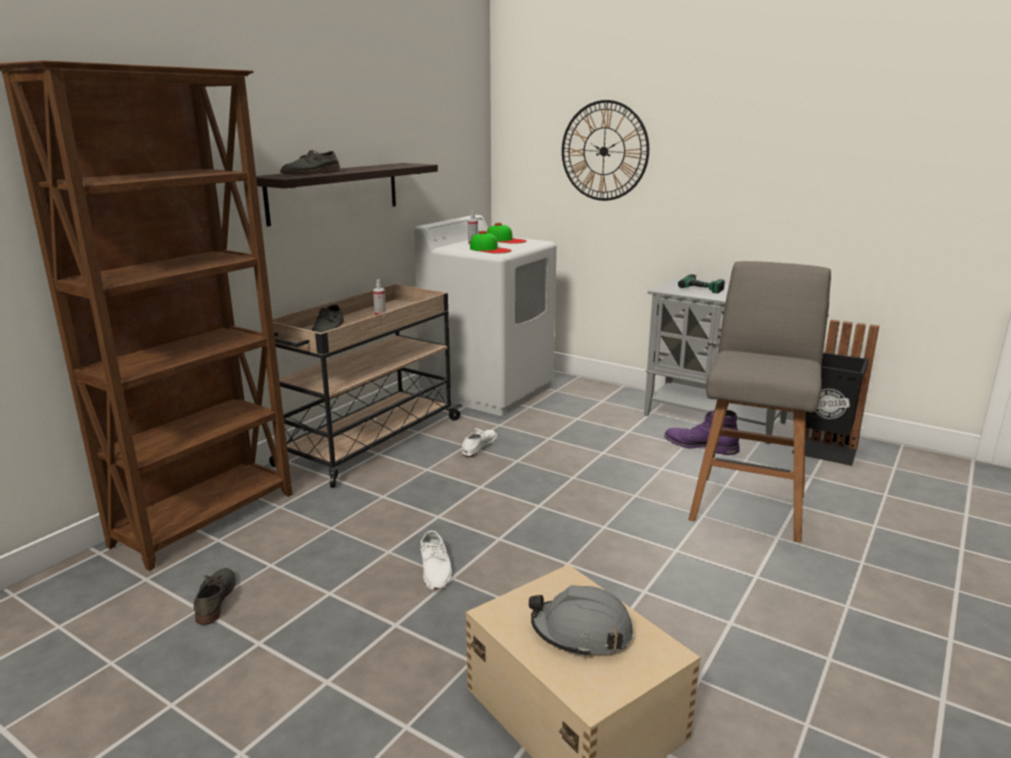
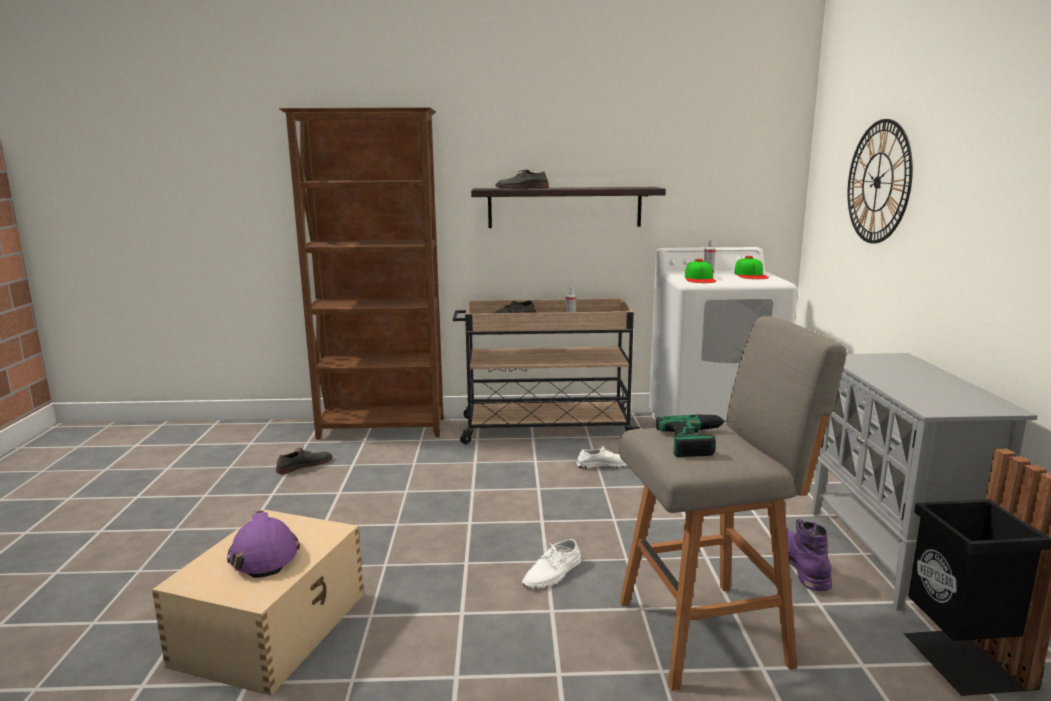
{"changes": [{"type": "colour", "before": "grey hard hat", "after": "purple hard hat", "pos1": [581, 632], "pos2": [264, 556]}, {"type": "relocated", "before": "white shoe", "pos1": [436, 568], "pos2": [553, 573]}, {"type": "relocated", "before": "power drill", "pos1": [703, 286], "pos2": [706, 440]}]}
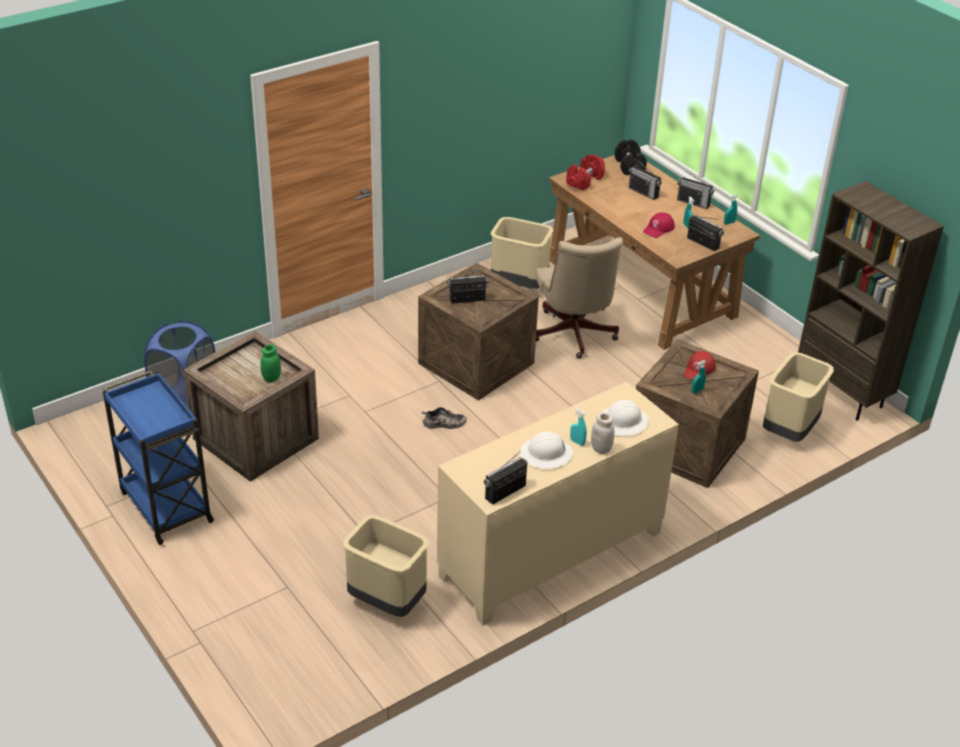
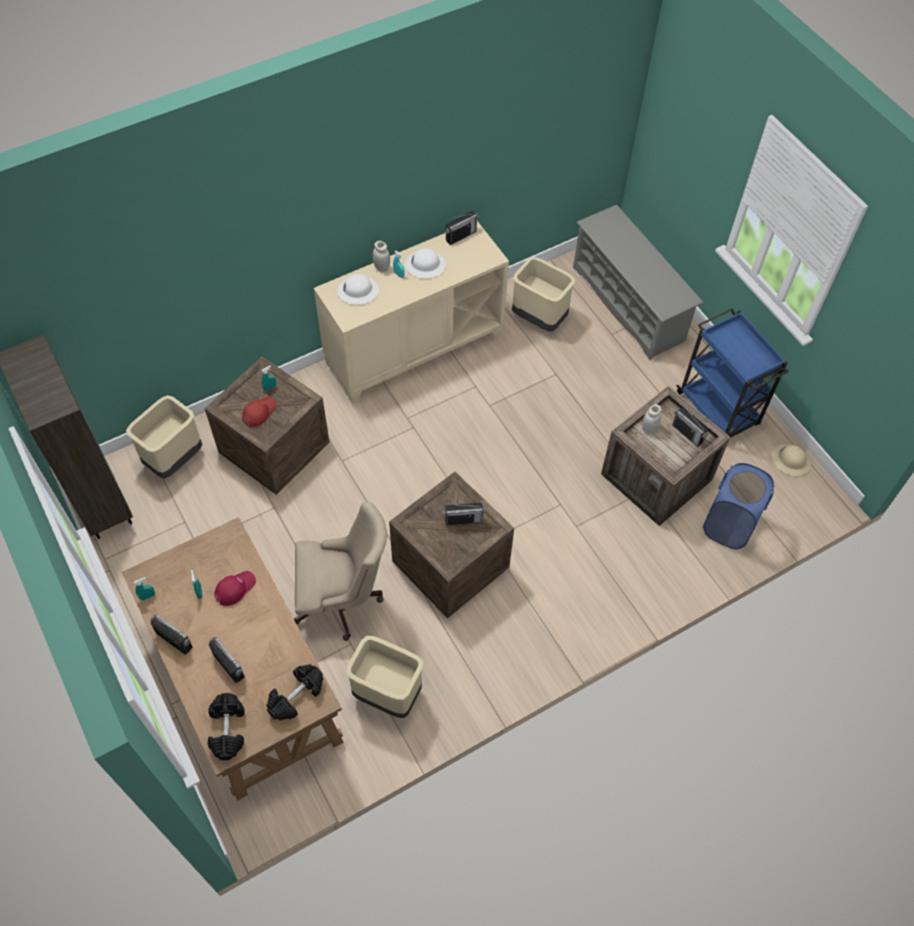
{"changes": [{"type": "colour", "before": "red dumbbell", "after": "black dumbbell", "pos1": [584, 180], "pos2": [296, 696]}, {"type": "spun", "before": "beige office chair", "pos1": [574, 336], "pos2": [343, 600], "turn": 90}, {"type": "appeared", "after": "grey shoe rack", "pos2": [628, 304]}, {"type": "colour", "before": "green jar", "after": "white jar", "pos1": [271, 378], "pos2": [649, 428]}, {"type": "relocated", "before": "radio", "pos1": [702, 243], "pos2": [687, 433]}, {"type": "appeared", "after": "beige hard hat", "pos2": [790, 460]}, {"type": "missing", "before": "shoe", "pos1": [444, 424]}]}
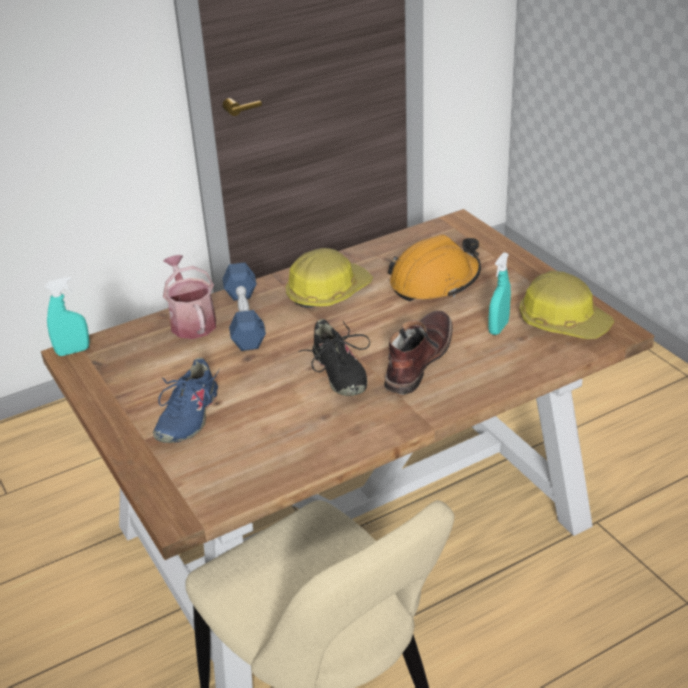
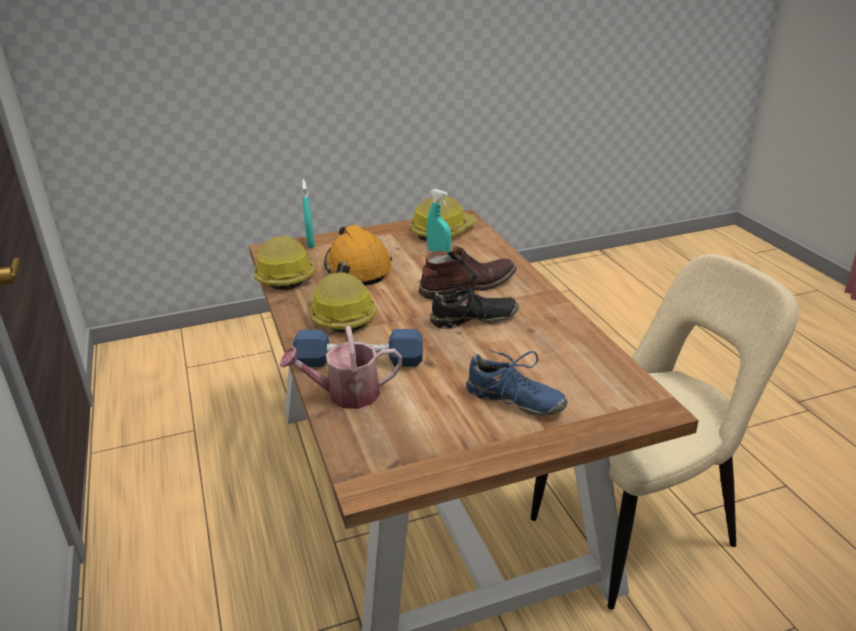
{"changes": [{"type": "appeared", "after": "hard hat", "pos2": [283, 275]}, {"type": "relocated", "before": "turquoise spray bottle", "pos1": [73, 351], "pos2": [310, 243]}, {"type": "spun", "before": "brown boot", "pos1": [417, 360], "pos2": [467, 286], "turn": 120}]}
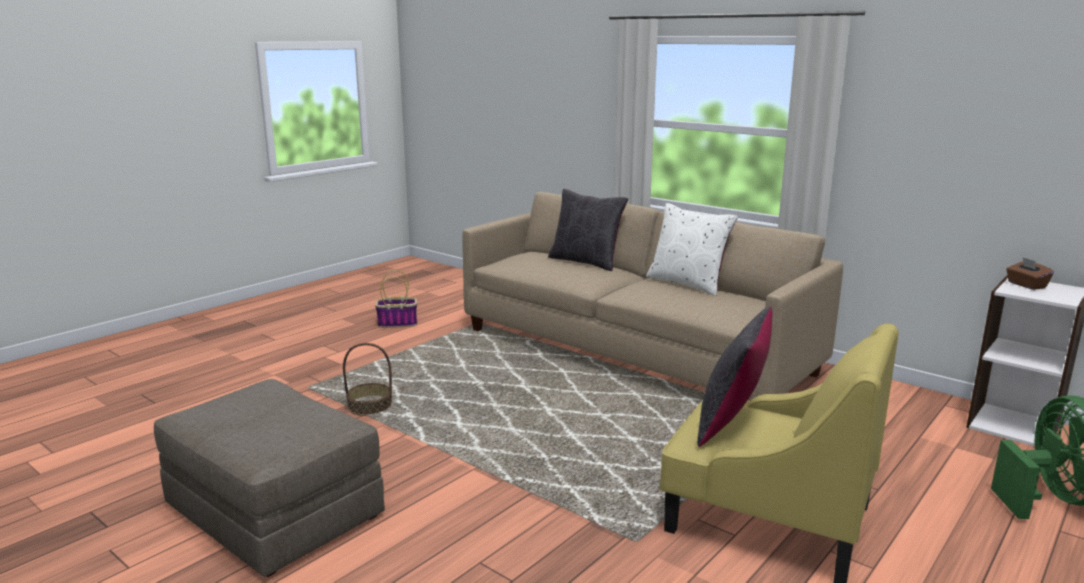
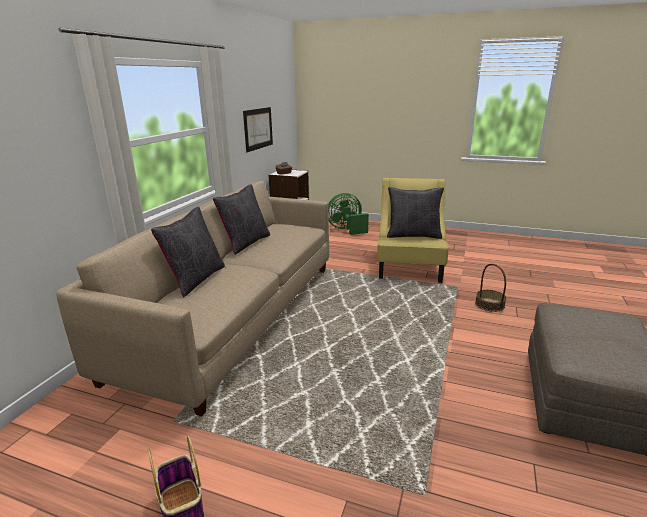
{"changes": [{"type": "colour", "before": "white pillow", "after": "black pillow", "pos1": [687, 283], "pos2": [245, 243]}, {"type": "appeared", "after": "picture", "pos2": [258, 128]}, {"type": "relocated", "before": "basket", "pos1": [369, 406], "pos2": [489, 304]}]}
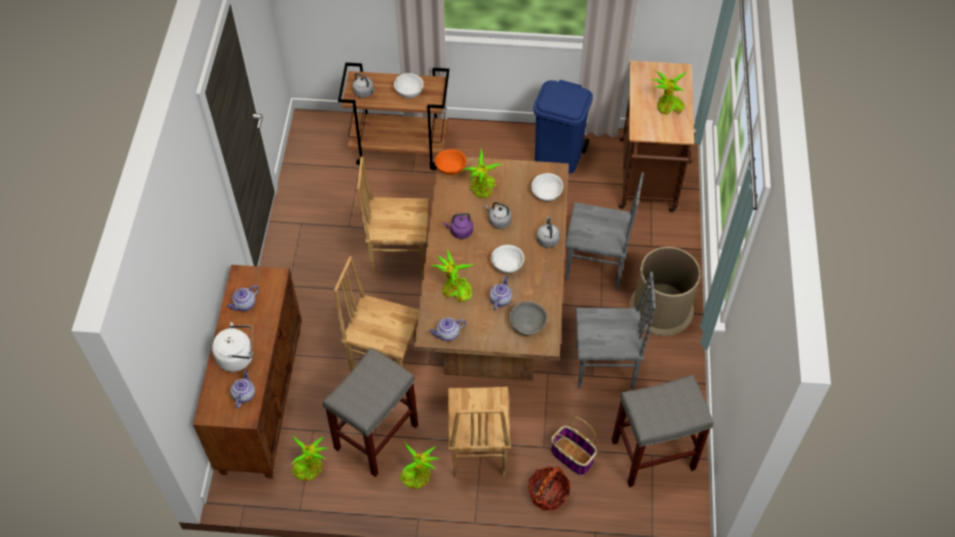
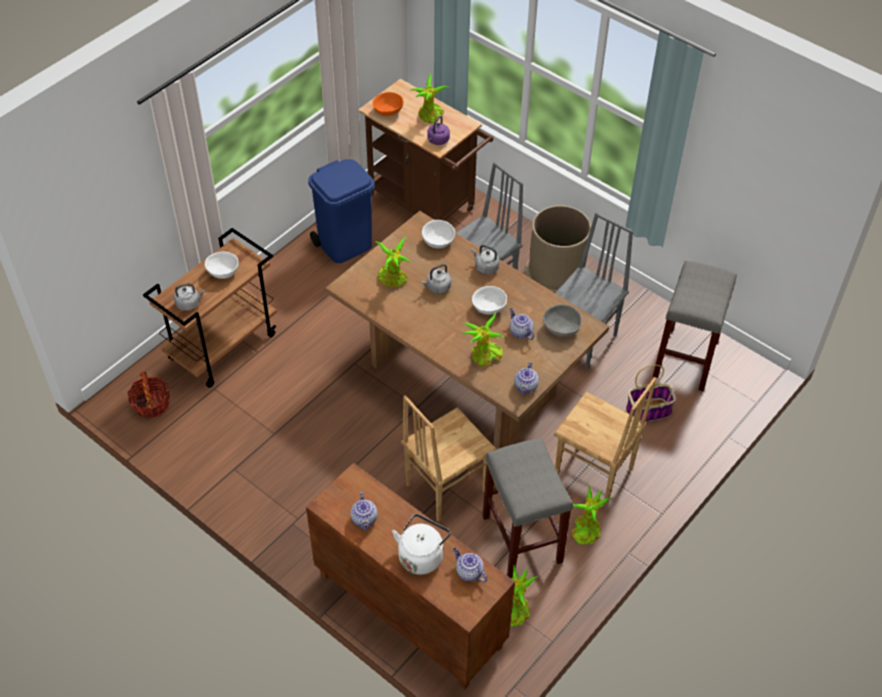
{"changes": [{"type": "relocated", "before": "basket", "pos1": [548, 494], "pos2": [151, 404]}, {"type": "relocated", "before": "orange bowl", "pos1": [451, 168], "pos2": [388, 111]}, {"type": "relocated", "before": "purple kettle", "pos1": [460, 231], "pos2": [437, 141]}, {"type": "missing", "before": "brown chair", "pos1": [399, 256]}]}
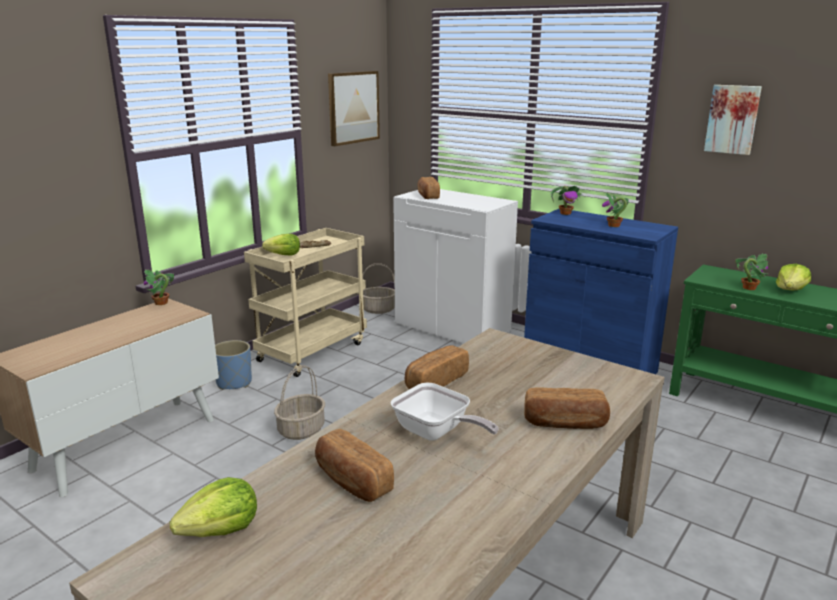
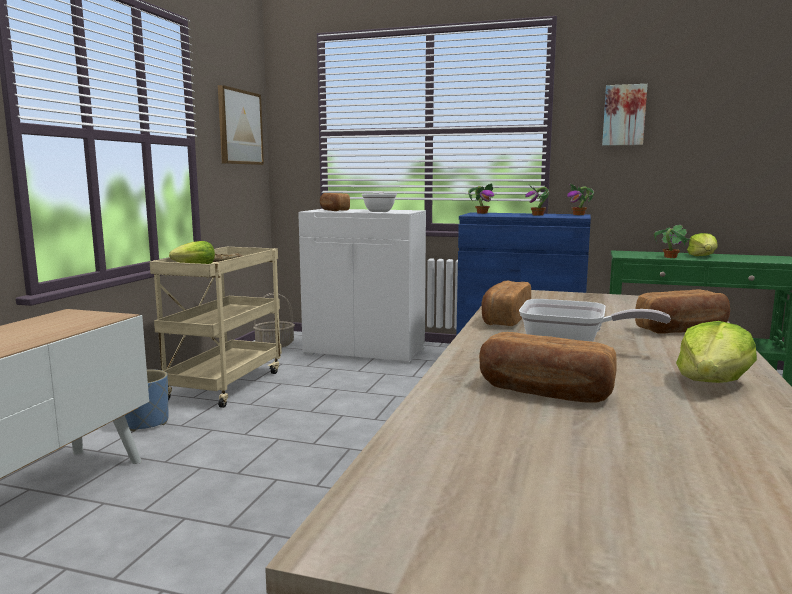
{"changes": [{"type": "appeared", "after": "frying pan", "pos2": [380, 211]}, {"type": "relocated", "before": "potted plant", "pos1": [161, 303], "pos2": [579, 214]}, {"type": "relocated", "before": "lettuce", "pos1": [221, 530], "pos2": [712, 383]}, {"type": "missing", "before": "basket", "pos1": [301, 429]}]}
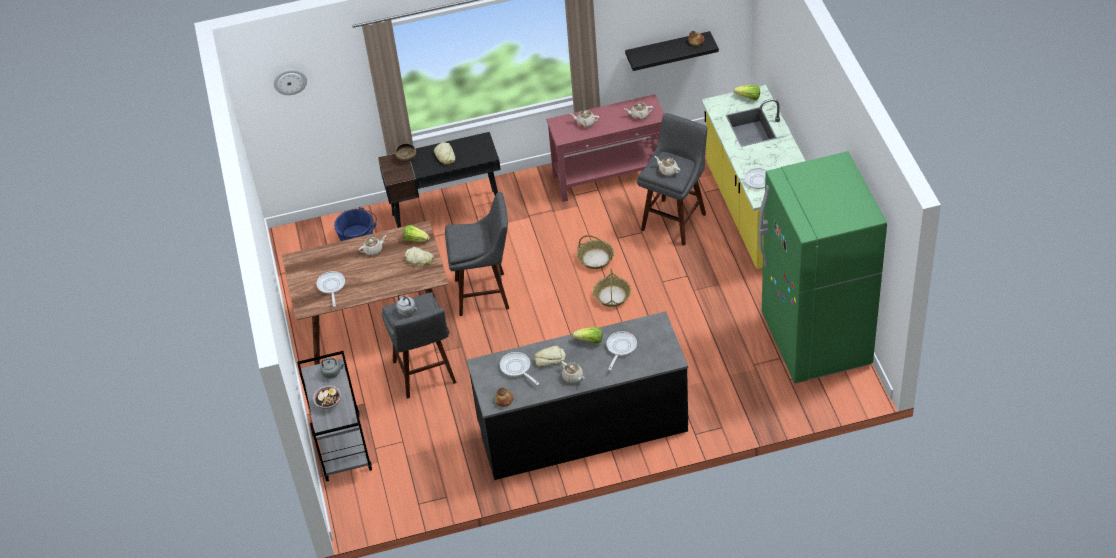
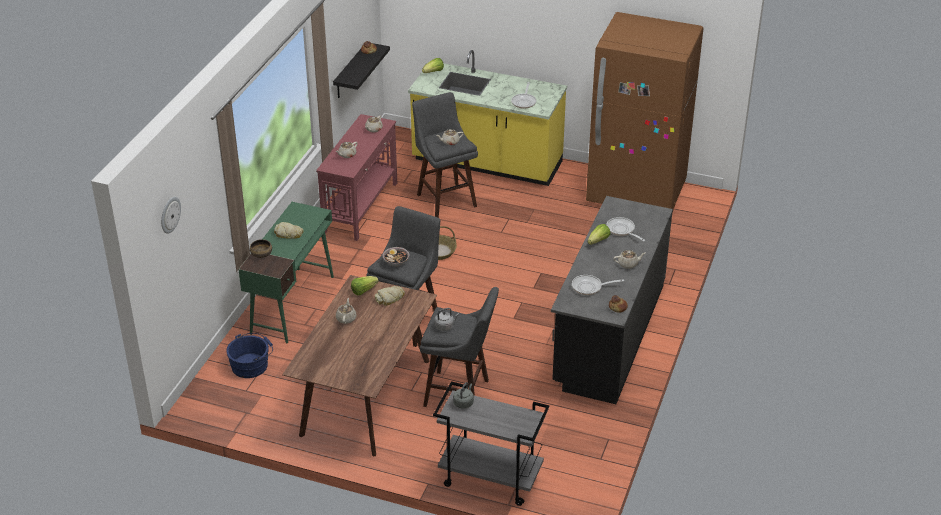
{"changes": [{"type": "colour", "before": "black desk", "after": "green desk", "pos1": [448, 215], "pos2": [293, 304]}, {"type": "relocated", "before": "bowl", "pos1": [328, 402], "pos2": [396, 262]}, {"type": "colour", "before": "green fridge", "after": "brown fridge", "pos1": [816, 341], "pos2": [636, 194]}, {"type": "missing", "before": "frying pan", "pos1": [331, 287]}, {"type": "missing", "before": "bread", "pos1": [550, 359]}, {"type": "missing", "before": "basket", "pos1": [612, 296]}]}
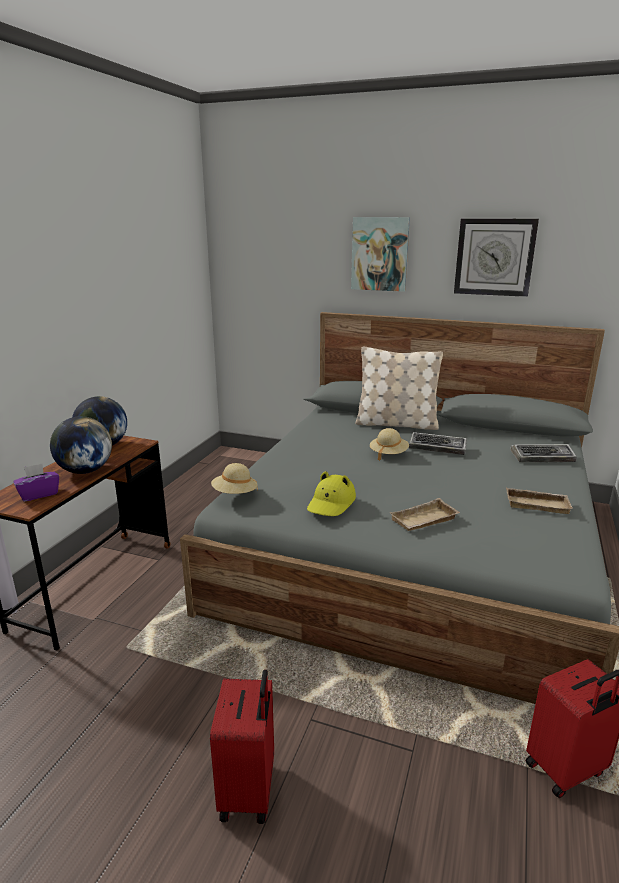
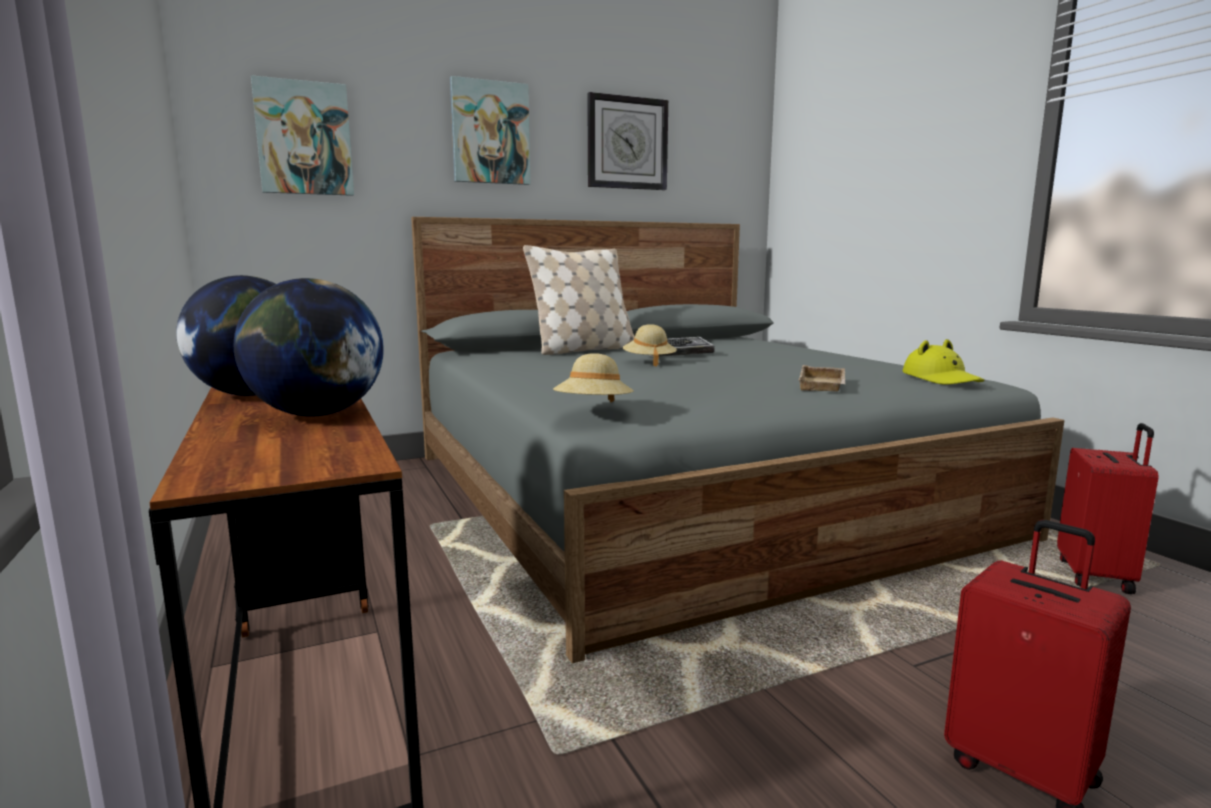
{"changes": [{"type": "appeared", "after": "picture", "pos2": [304, 138]}, {"type": "relocated", "before": "yellow hat", "pos1": [331, 503], "pos2": [941, 379]}, {"type": "missing", "before": "purple tissue box", "pos1": [39, 494]}, {"type": "missing", "before": "beige tray", "pos1": [537, 504]}, {"type": "missing", "before": "keyboard", "pos1": [542, 457]}]}
